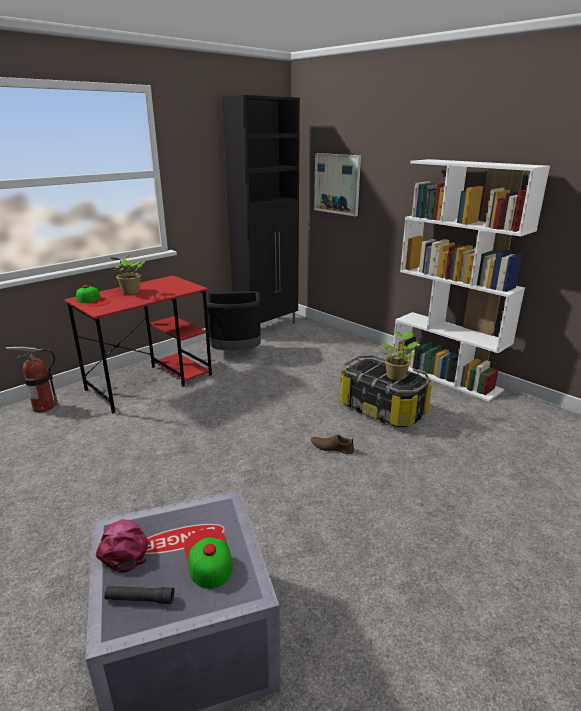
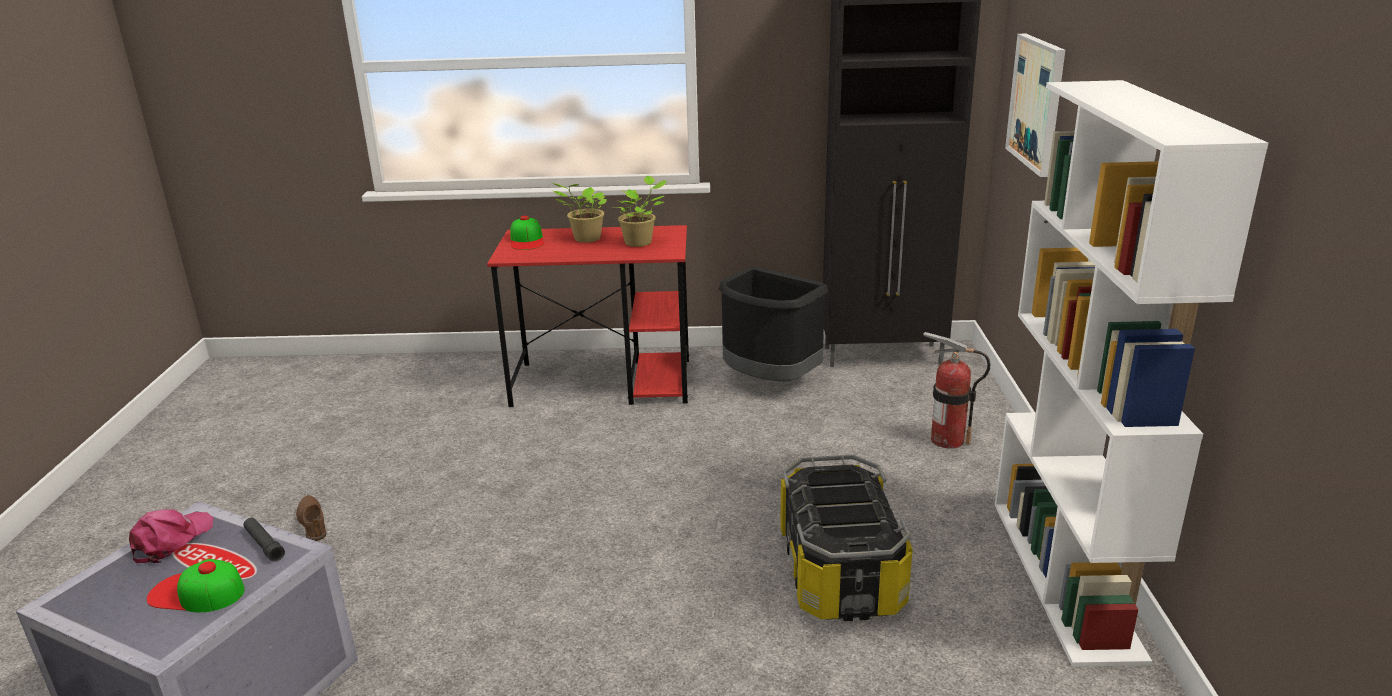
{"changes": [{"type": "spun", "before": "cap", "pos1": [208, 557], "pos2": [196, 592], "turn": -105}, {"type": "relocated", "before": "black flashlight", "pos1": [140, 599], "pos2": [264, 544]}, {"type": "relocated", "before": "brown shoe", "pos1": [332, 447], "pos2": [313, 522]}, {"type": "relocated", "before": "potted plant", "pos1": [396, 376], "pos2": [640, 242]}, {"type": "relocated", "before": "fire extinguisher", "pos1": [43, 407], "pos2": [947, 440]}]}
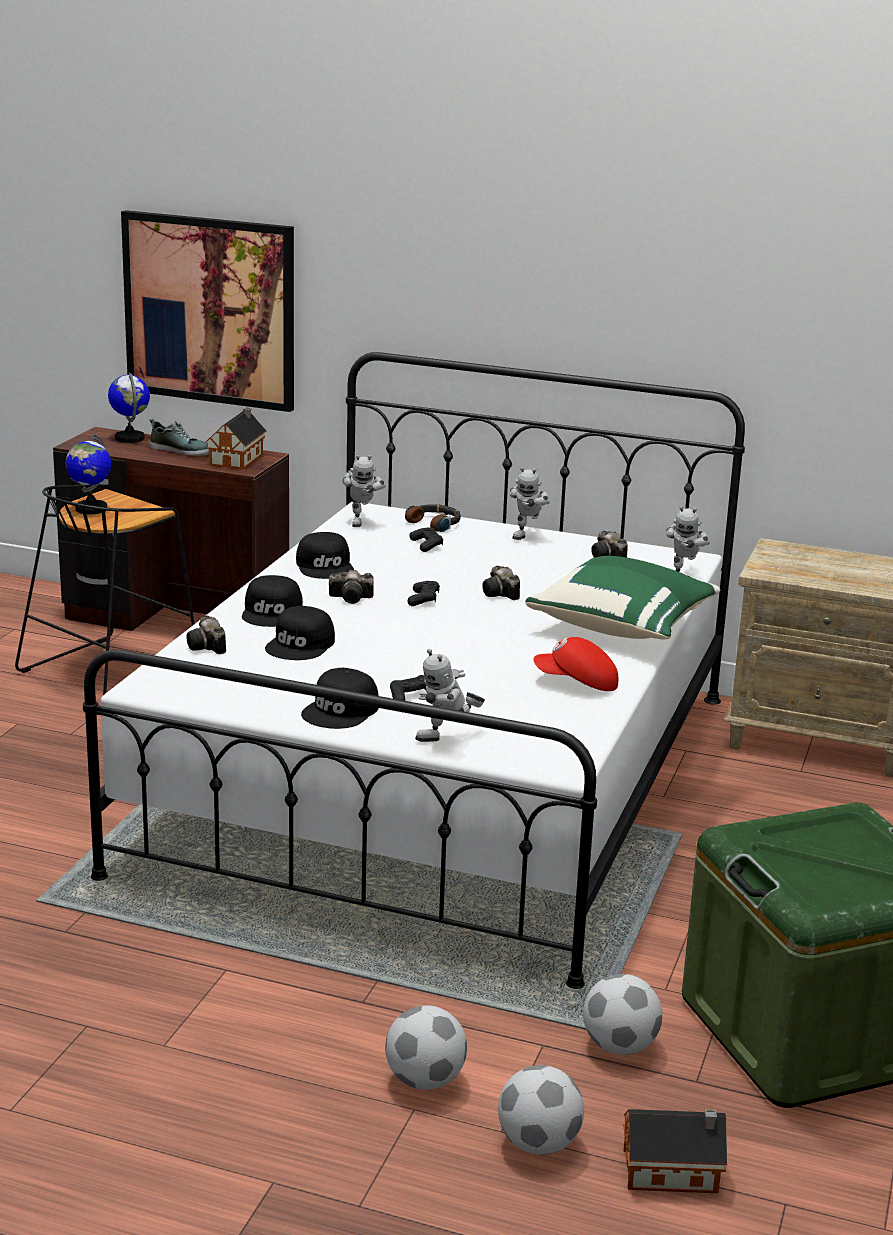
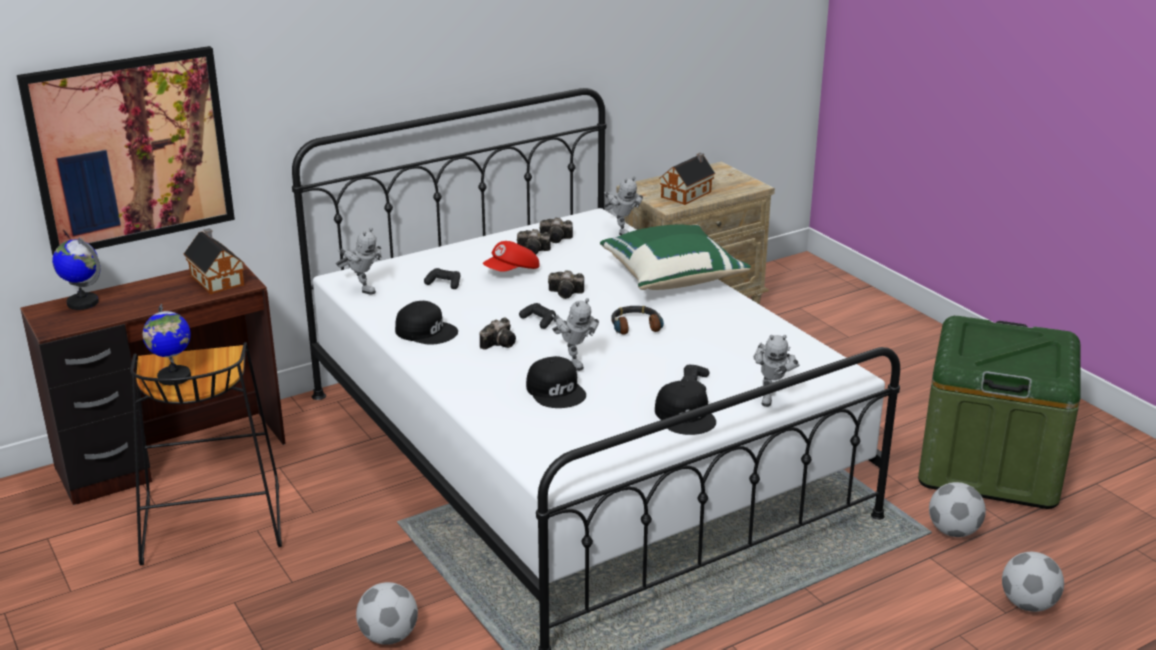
{"changes": [{"type": "relocated", "before": "football", "pos1": [425, 1081], "pos2": [389, 637]}, {"type": "relocated", "before": "red cap", "pos1": [577, 683], "pos2": [512, 272]}, {"type": "relocated", "before": "photo camera", "pos1": [207, 647], "pos2": [534, 250]}, {"type": "relocated", "before": "toy robot", "pos1": [527, 535], "pos2": [573, 361]}, {"type": "relocated", "before": "headphones", "pos1": [435, 523], "pos2": [635, 325]}, {"type": "relocated", "before": "toy house", "pos1": [675, 1172], "pos2": [688, 194]}, {"type": "missing", "before": "shoe", "pos1": [181, 450]}, {"type": "missing", "before": "black cap", "pos1": [273, 612]}]}
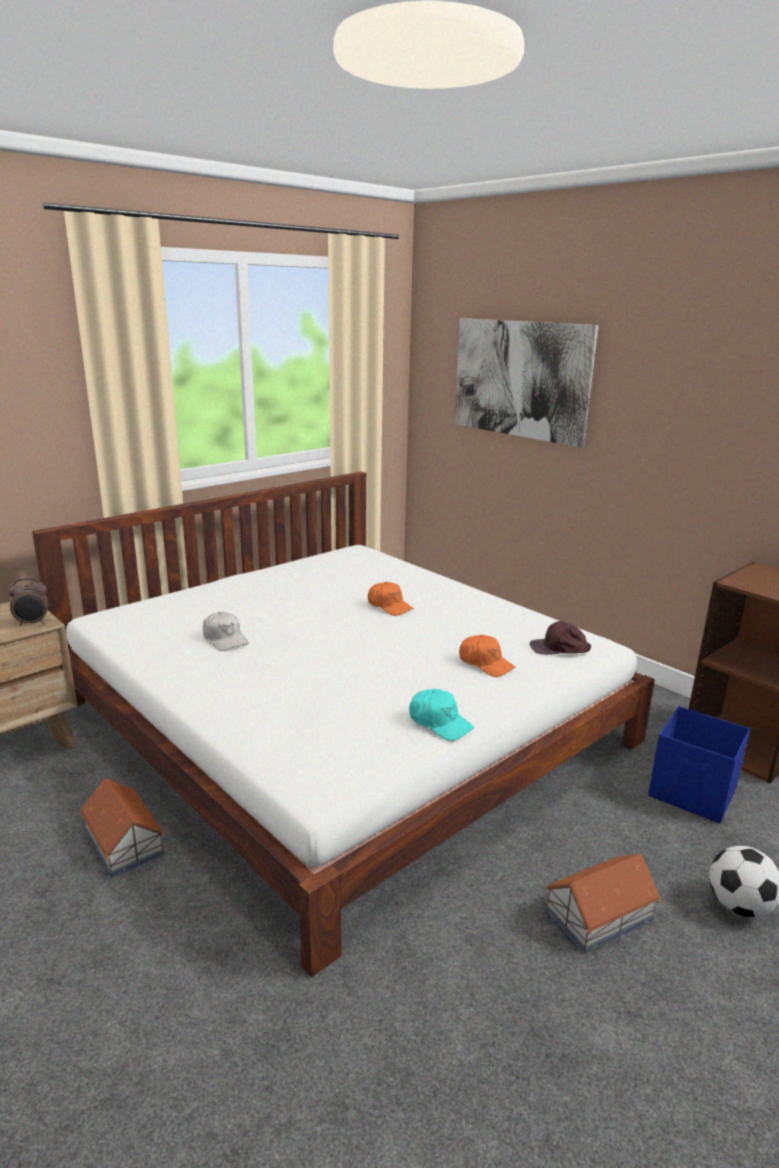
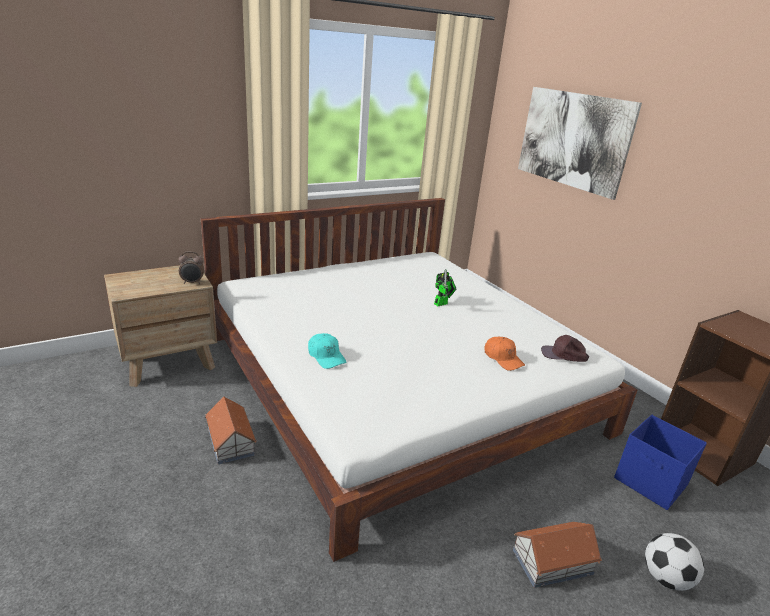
{"changes": [{"type": "relocated", "before": "turquoise cap", "pos1": [440, 723], "pos2": [326, 356]}, {"type": "exchanged", "before": "orange cap", "after": "toy robot", "pos1": [389, 606], "pos2": [442, 303]}, {"type": "missing", "before": "white cap", "pos1": [225, 639]}]}
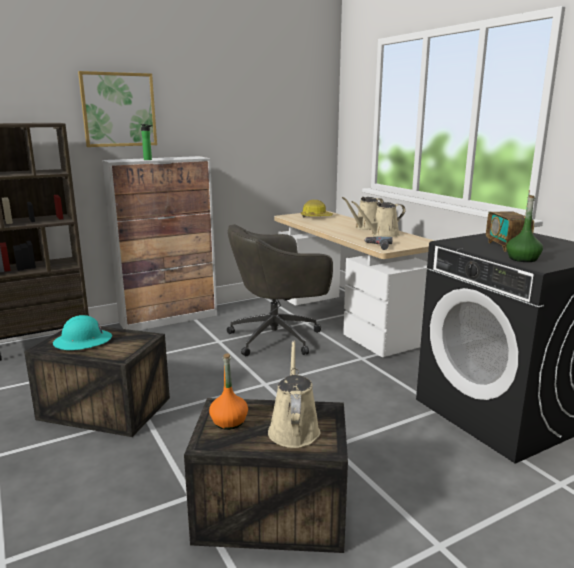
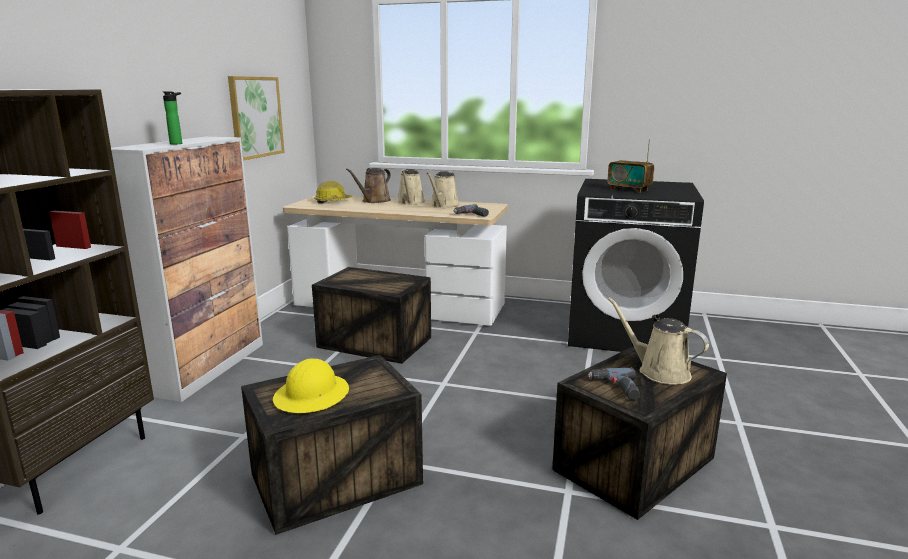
{"changes": [{"type": "relocated", "before": "picture", "pos1": [118, 110], "pos2": [255, 117]}, {"type": "colour", "before": "turquoise hard hat", "after": "yellow hard hat", "pos1": [83, 341], "pos2": [312, 396]}, {"type": "exchanged", "before": "grey office chair", "after": "crate", "pos1": [278, 338], "pos2": [373, 342]}, {"type": "appeared", "after": "brown watering can", "pos2": [374, 201]}, {"type": "exchanged", "before": "orange bottle", "after": "power drill", "pos1": [229, 422], "pos2": [615, 388]}, {"type": "missing", "before": "green bottle", "pos1": [522, 259]}]}
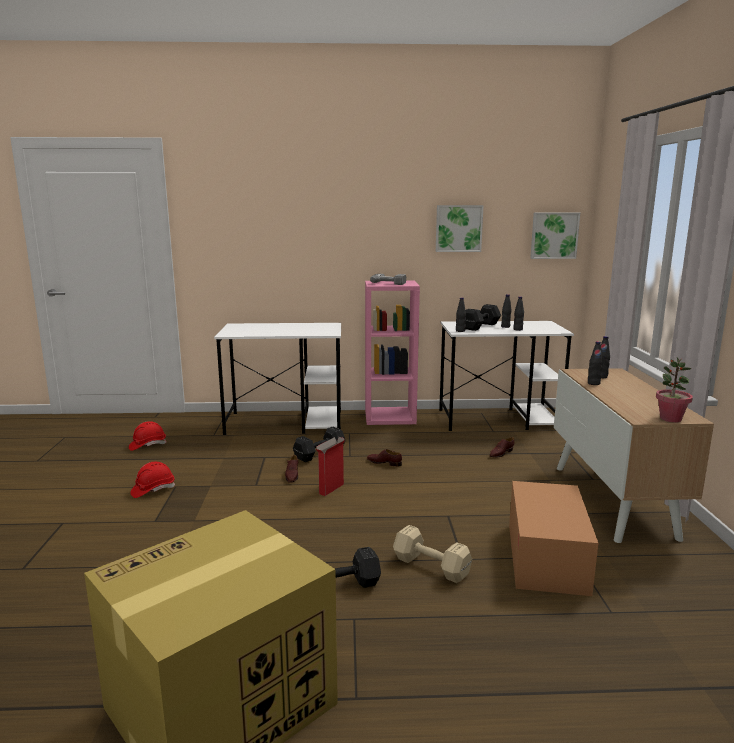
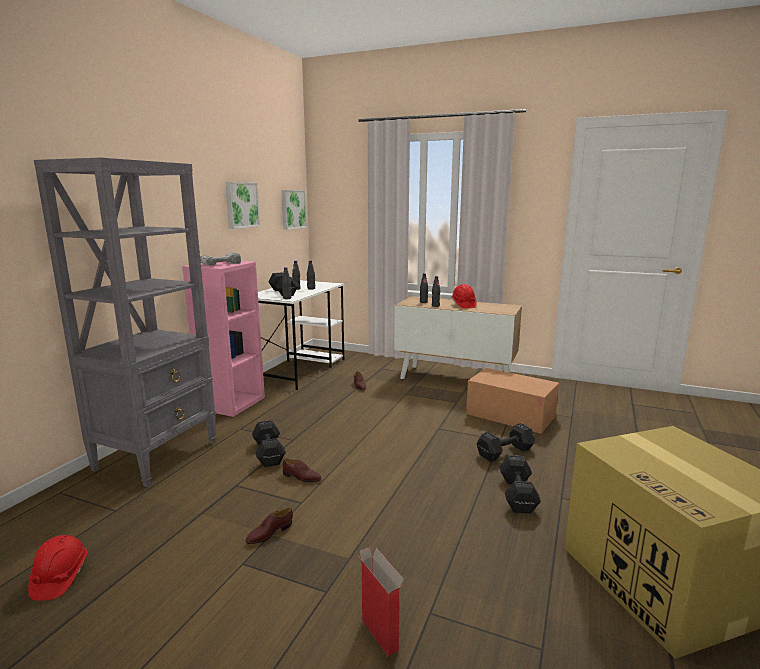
{"changes": [{"type": "exchanged", "before": "white desk", "after": "grey bookcase", "pos1": [285, 422], "pos2": [158, 455]}, {"type": "relocated", "before": "brown shoe", "pos1": [384, 462], "pos2": [269, 533]}, {"type": "relocated", "before": "cardboard box", "pos1": [331, 489], "pos2": [380, 635]}, {"type": "relocated", "before": "red hard hat", "pos1": [153, 490], "pos2": [463, 305]}, {"type": "colour", "before": "beige dumbbell", "after": "black dumbbell", "pos1": [432, 567], "pos2": [506, 452]}, {"type": "missing", "before": "potted plant", "pos1": [670, 419]}]}
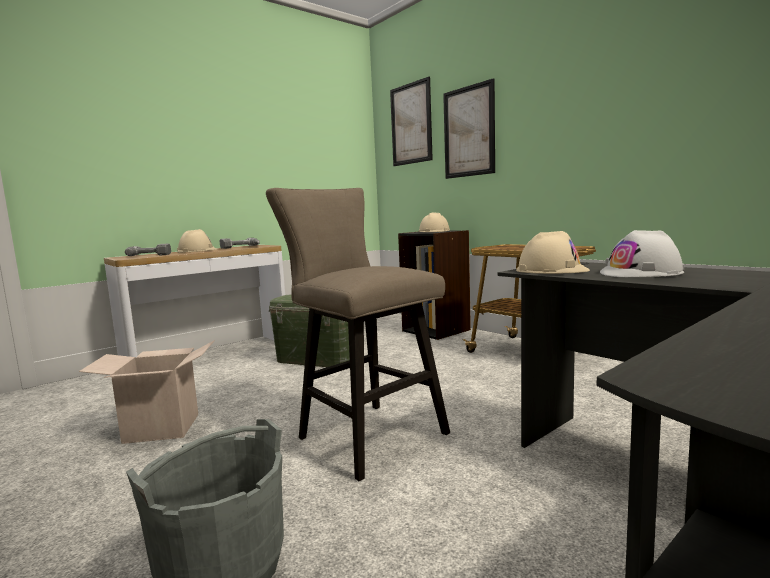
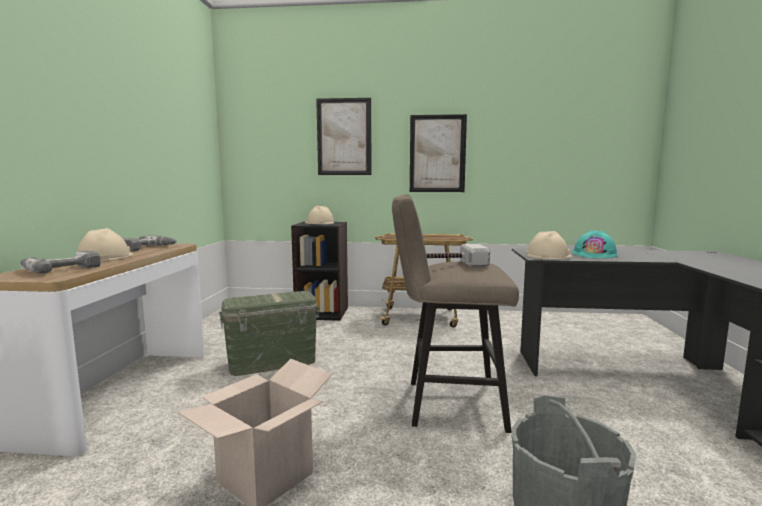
{"changes": [{"type": "relocated", "before": "picture", "pos1": [411, 124], "pos2": [437, 154]}, {"type": "appeared", "after": "hammer", "pos2": [449, 264]}, {"type": "colour", "before": "white hard hat", "after": "turquoise hard hat", "pos1": [641, 273], "pos2": [594, 254]}]}
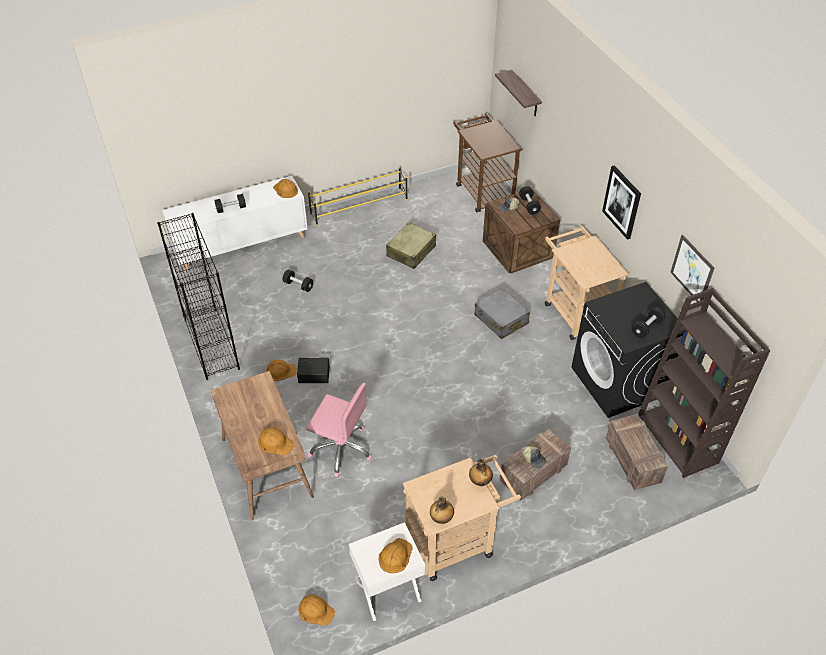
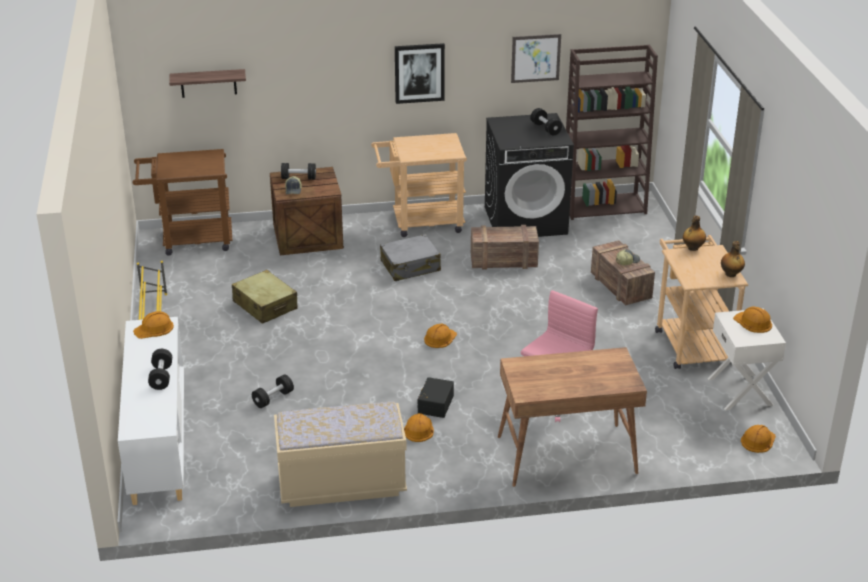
{"changes": [{"type": "exchanged", "before": "black bookcase", "after": "beige bench", "pos1": [211, 343], "pos2": [342, 484]}, {"type": "relocated", "before": "orange hard hat", "pos1": [275, 442], "pos2": [440, 338]}, {"type": "relocated", "before": "crate", "pos1": [633, 461], "pos2": [504, 260]}]}
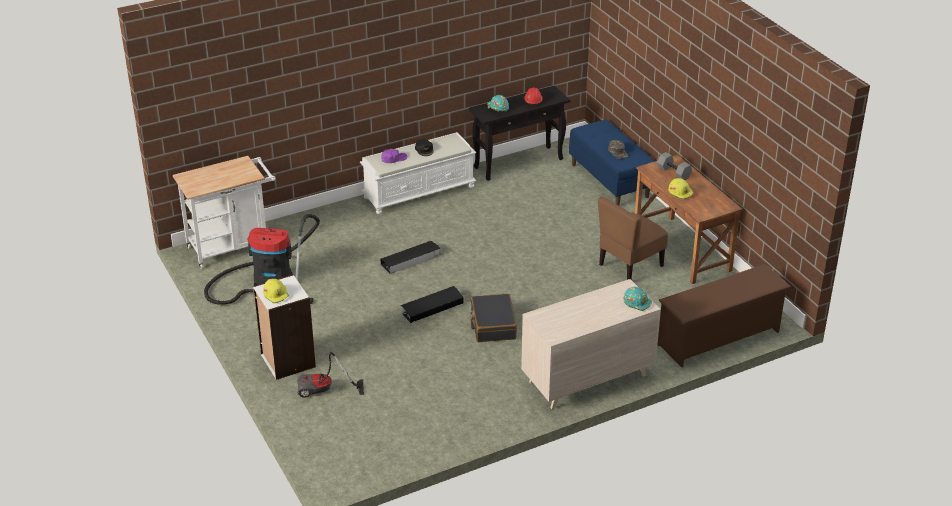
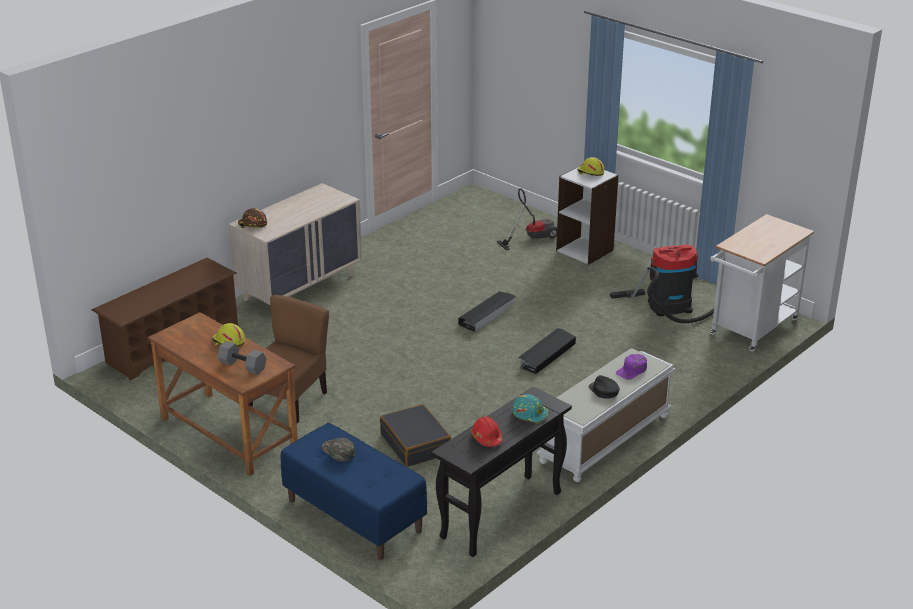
{"changes": [{"type": "colour", "before": "turquoise hard hat", "after": "brown hard hat", "pos1": [637, 302], "pos2": [252, 224]}, {"type": "relocated", "before": "black suitcase", "pos1": [493, 325], "pos2": [415, 444]}]}
